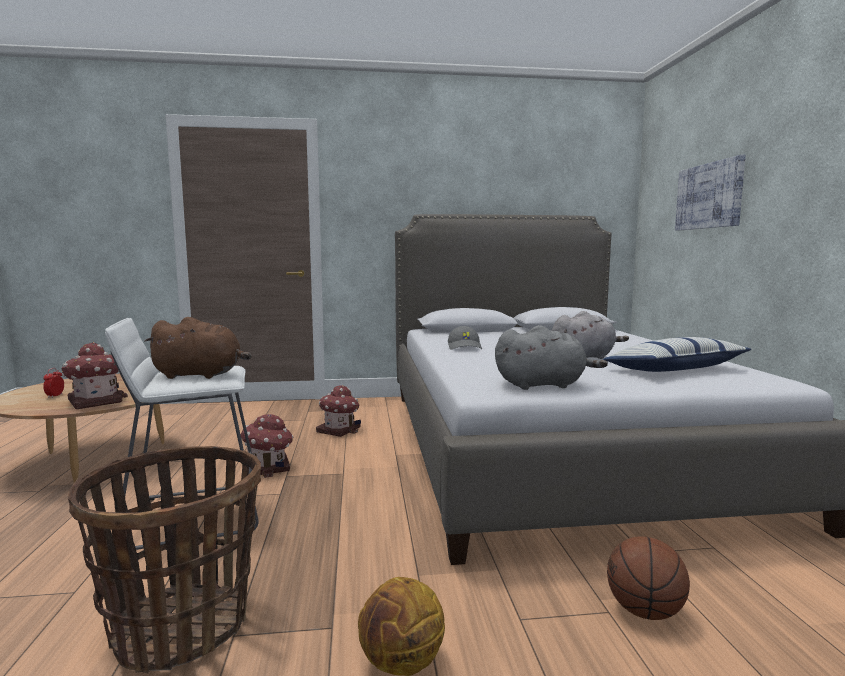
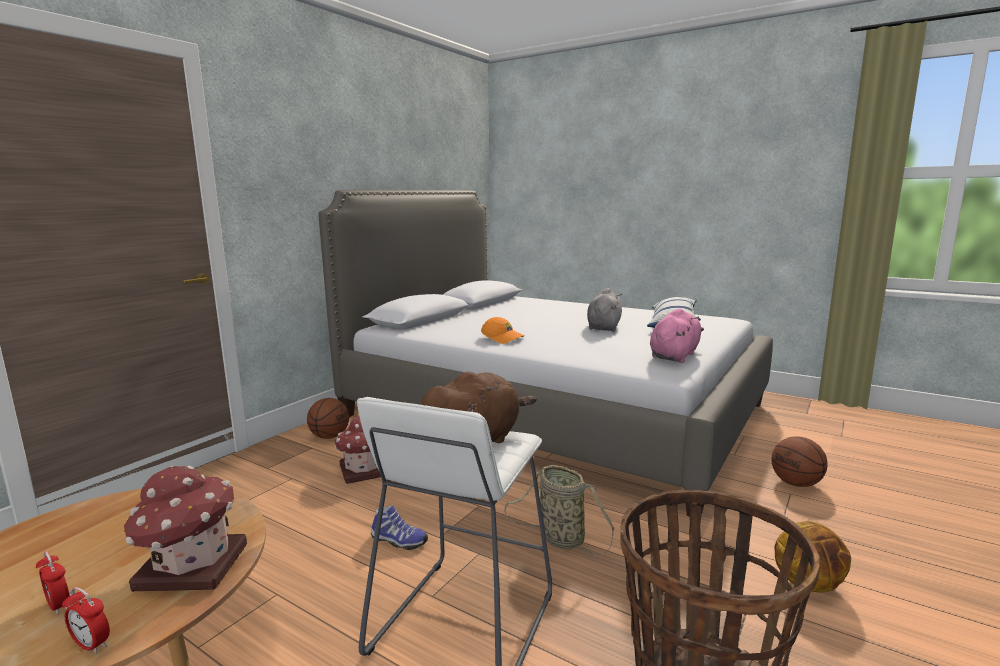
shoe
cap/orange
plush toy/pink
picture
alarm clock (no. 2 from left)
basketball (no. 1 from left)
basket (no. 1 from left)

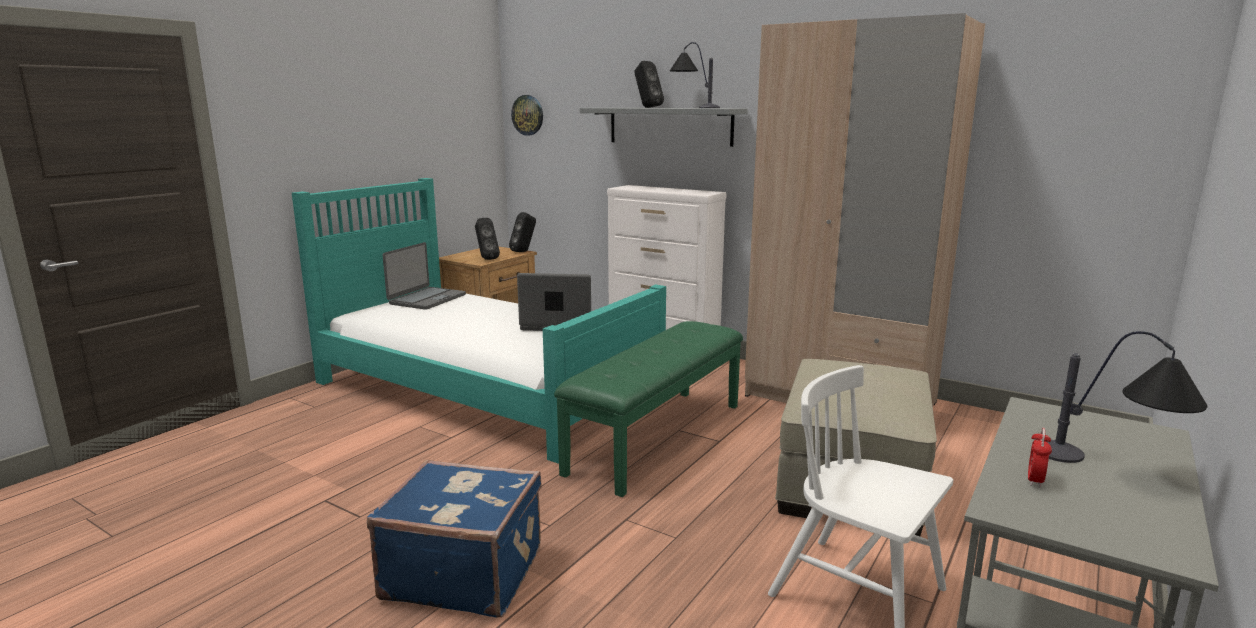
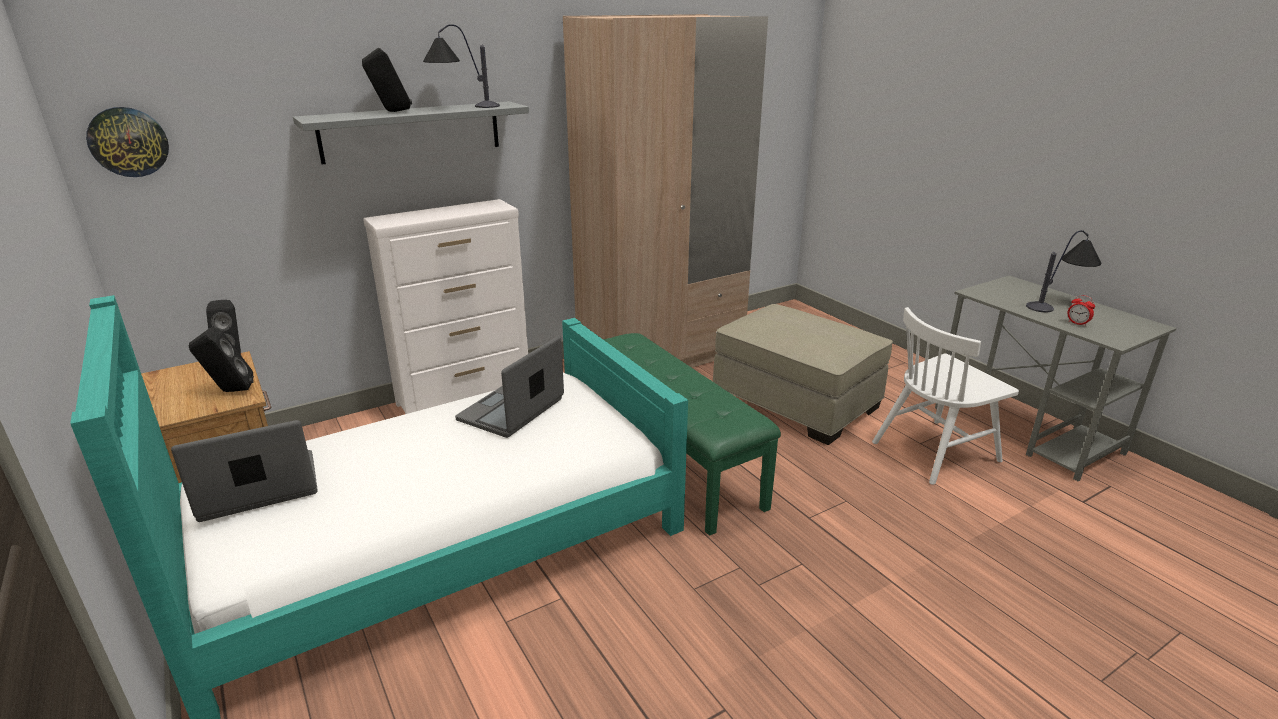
suitcase/blue
laptop (no. 1 from left)

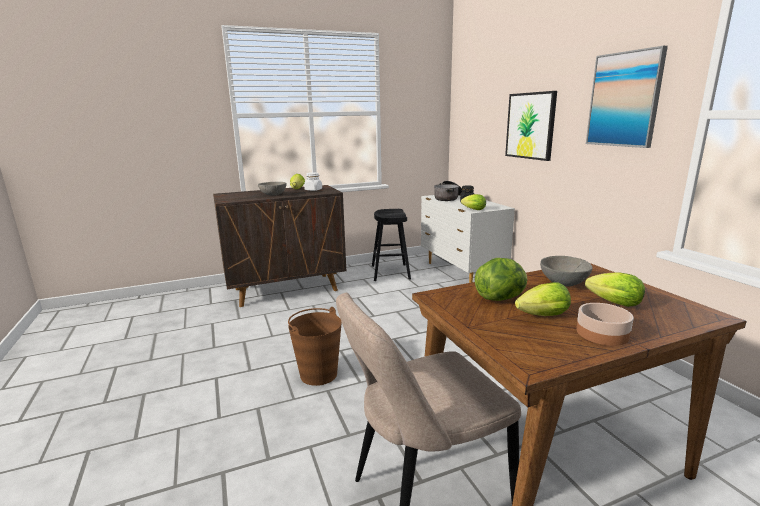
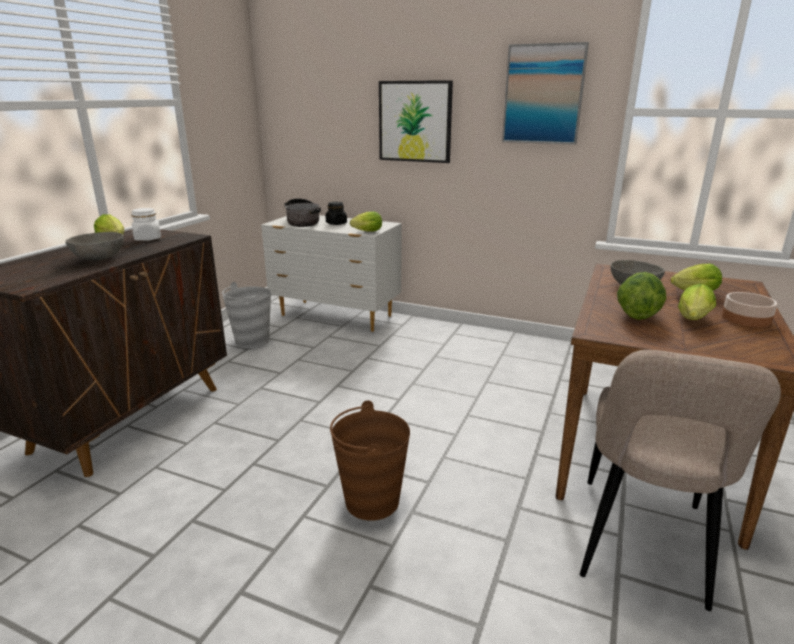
bucket/grey

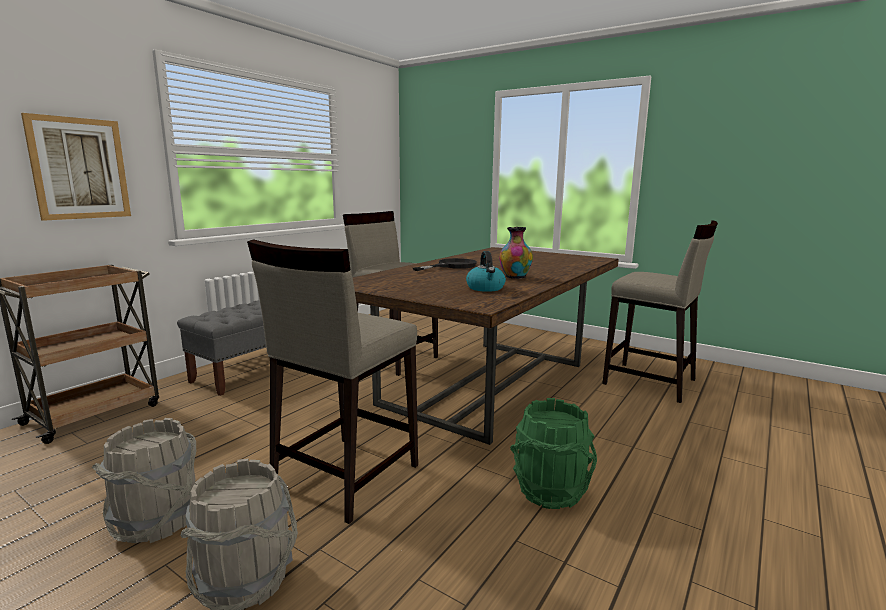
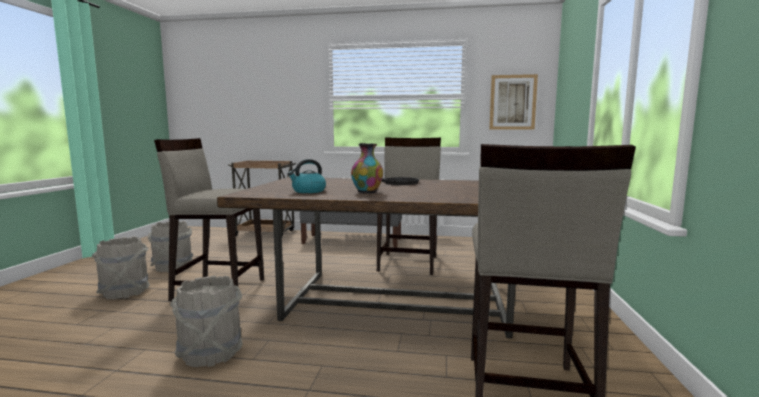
picture
bucket/grey (no. 3 from left)

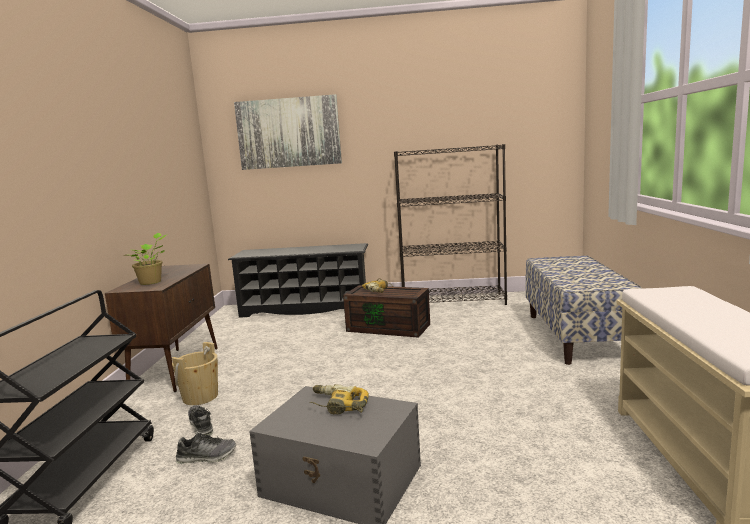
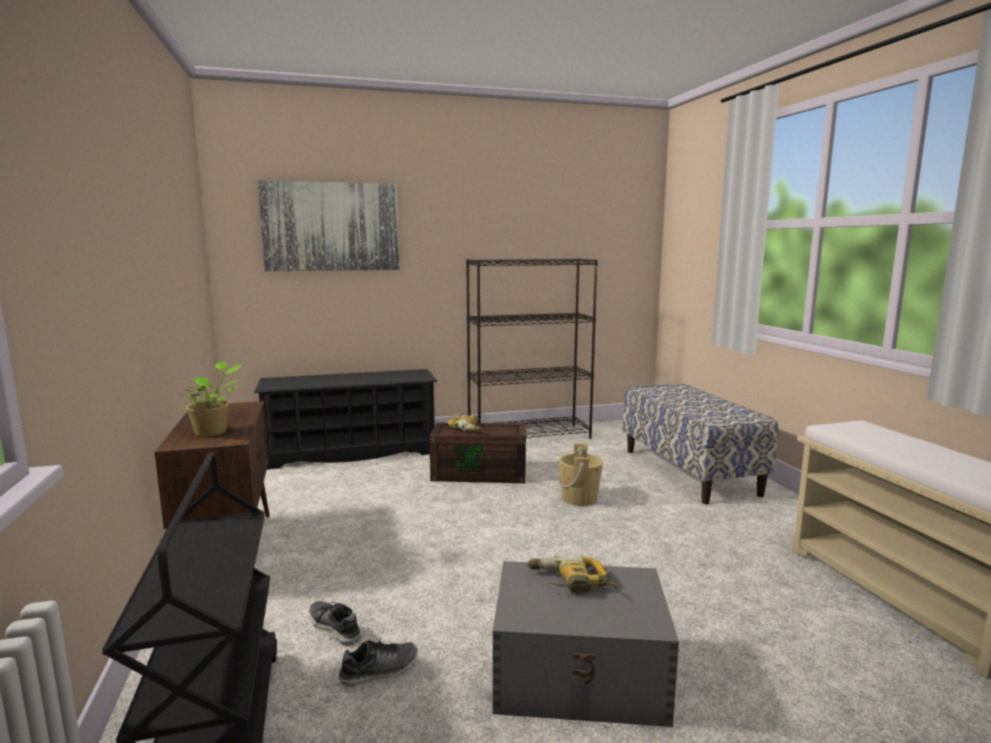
bucket/beige

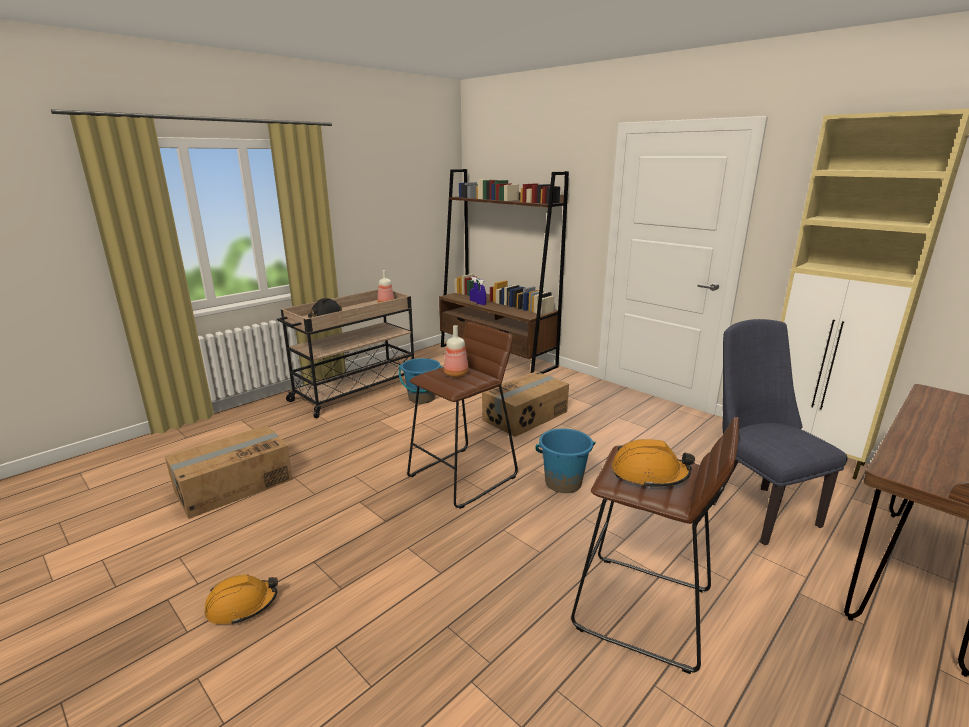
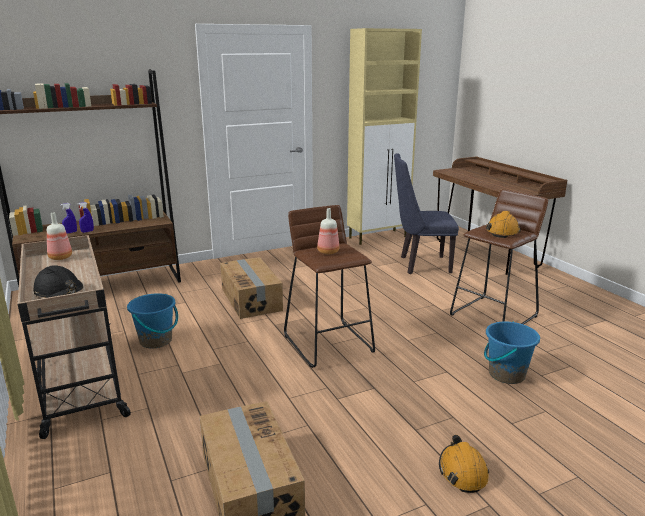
bucket/blue (no. 2 from left)

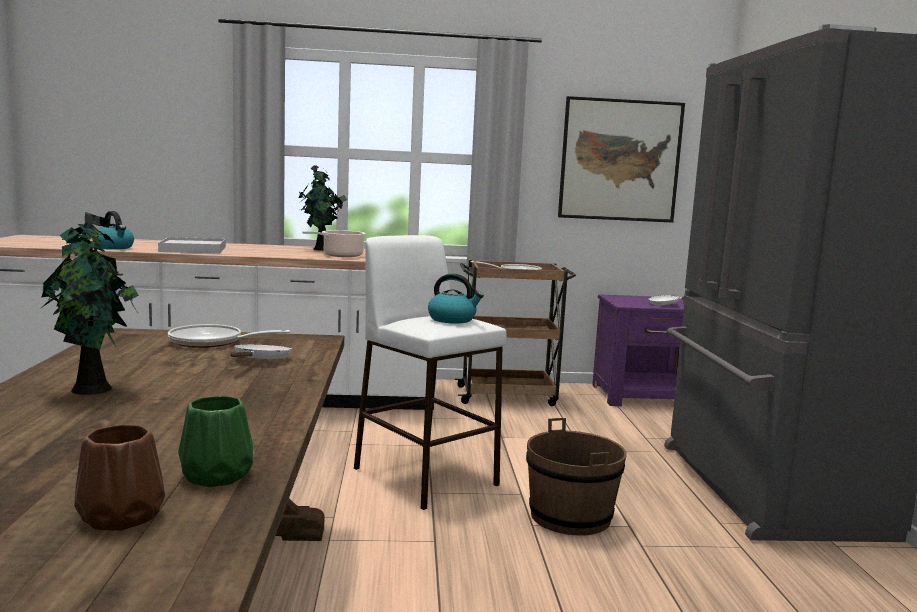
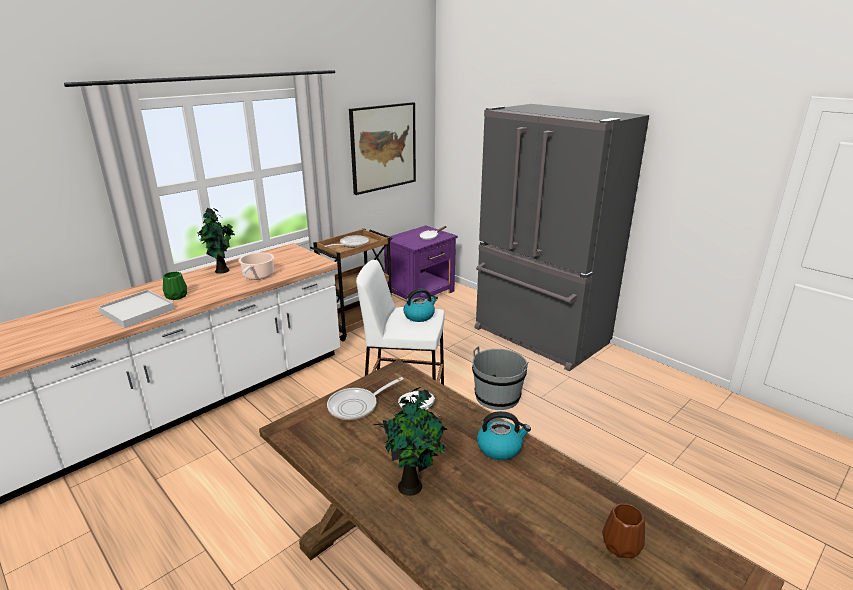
kettle (no. 2 from left)
vase/green
bucket/grey

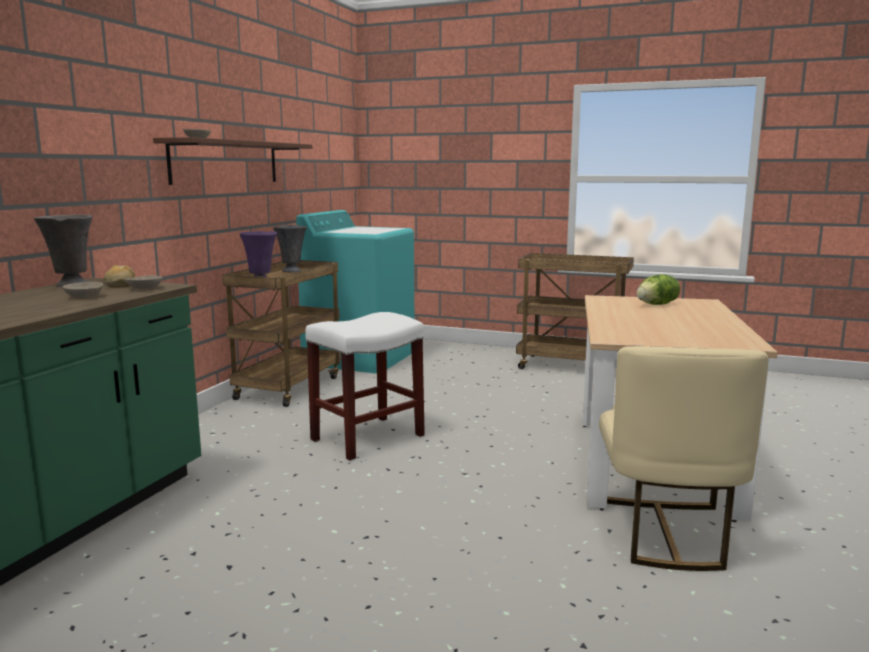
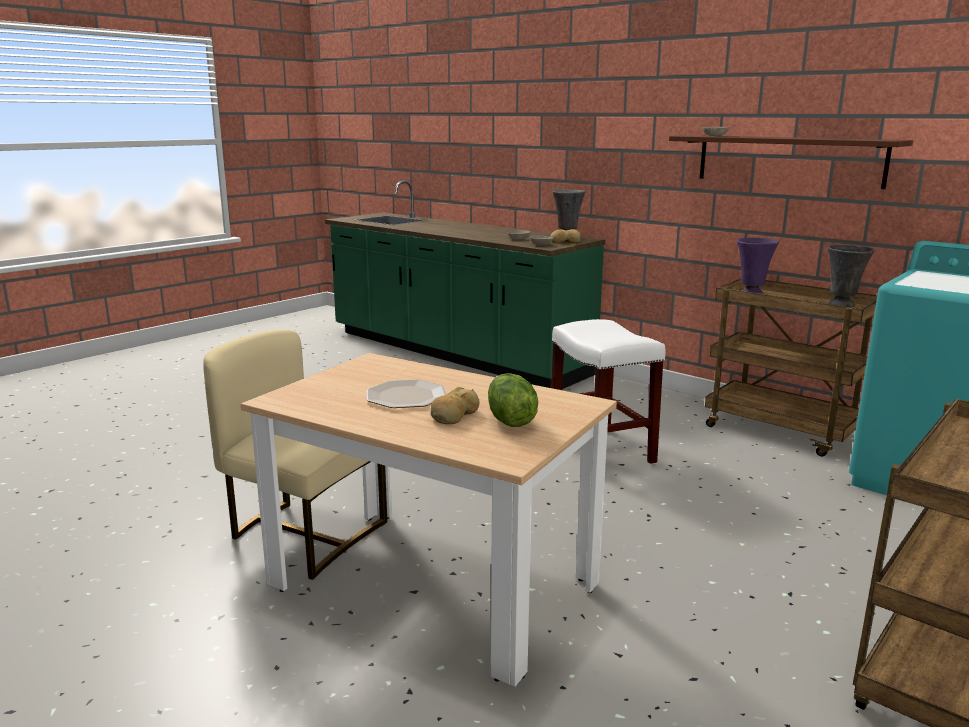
plate
bread (no. 1 from left)

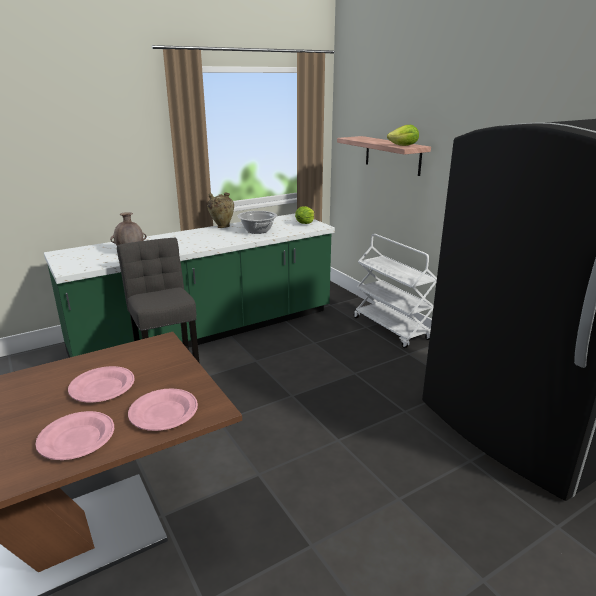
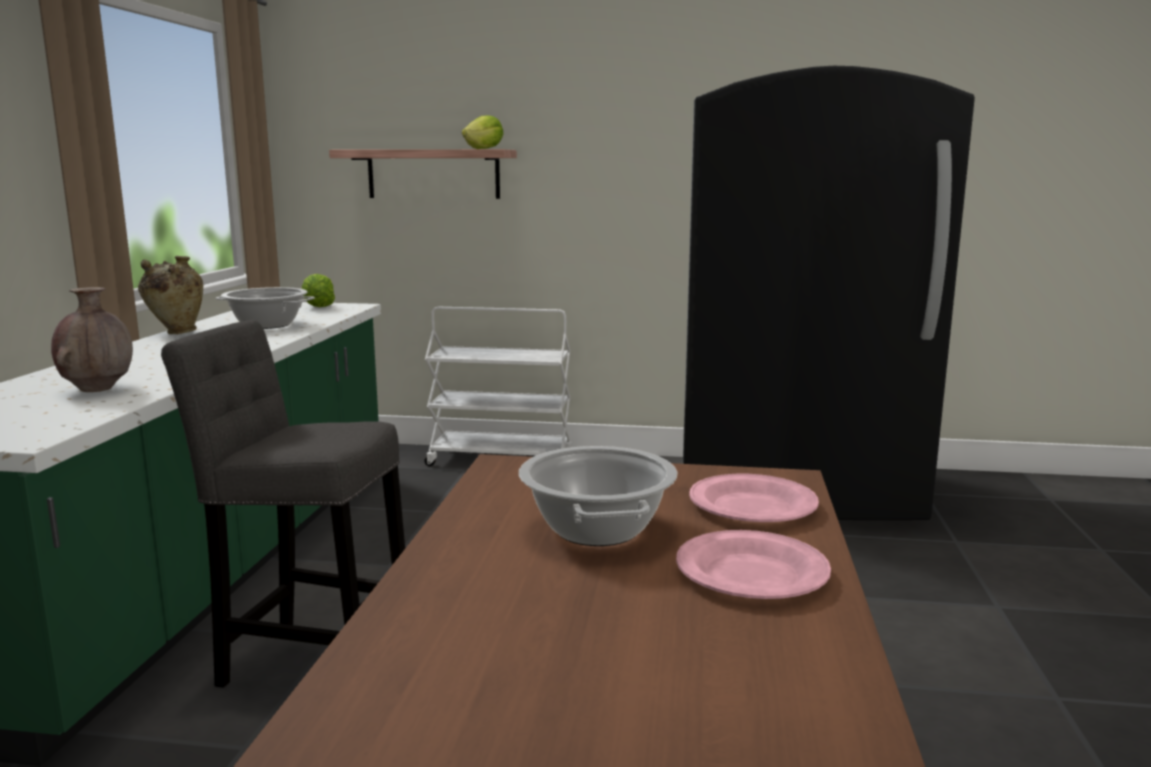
cooking pot (no. 2 from left)

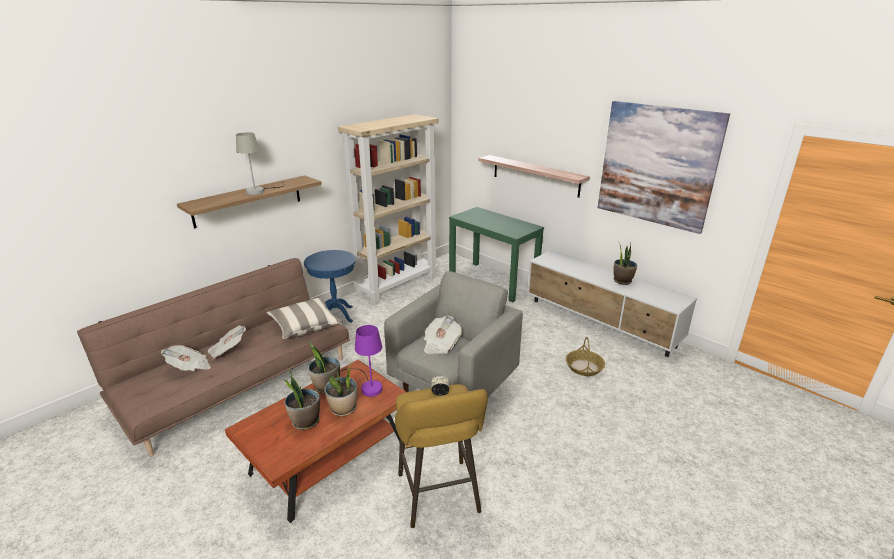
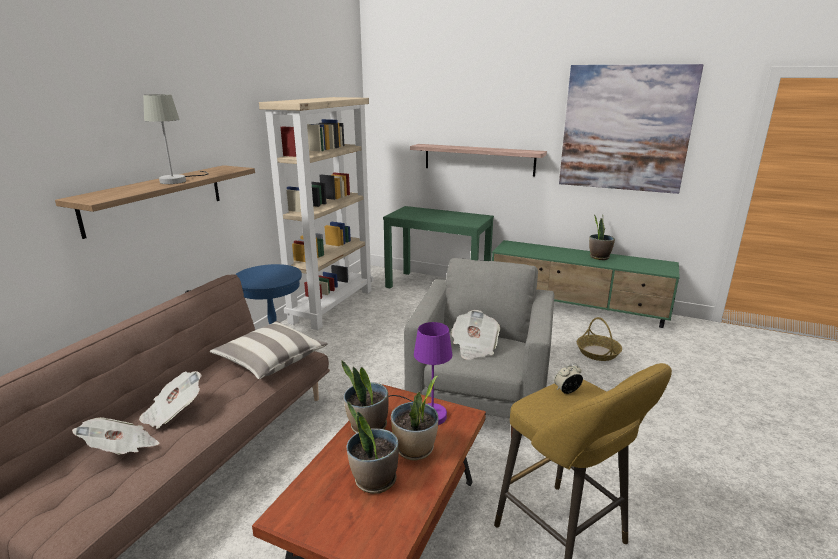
tv stand/green

